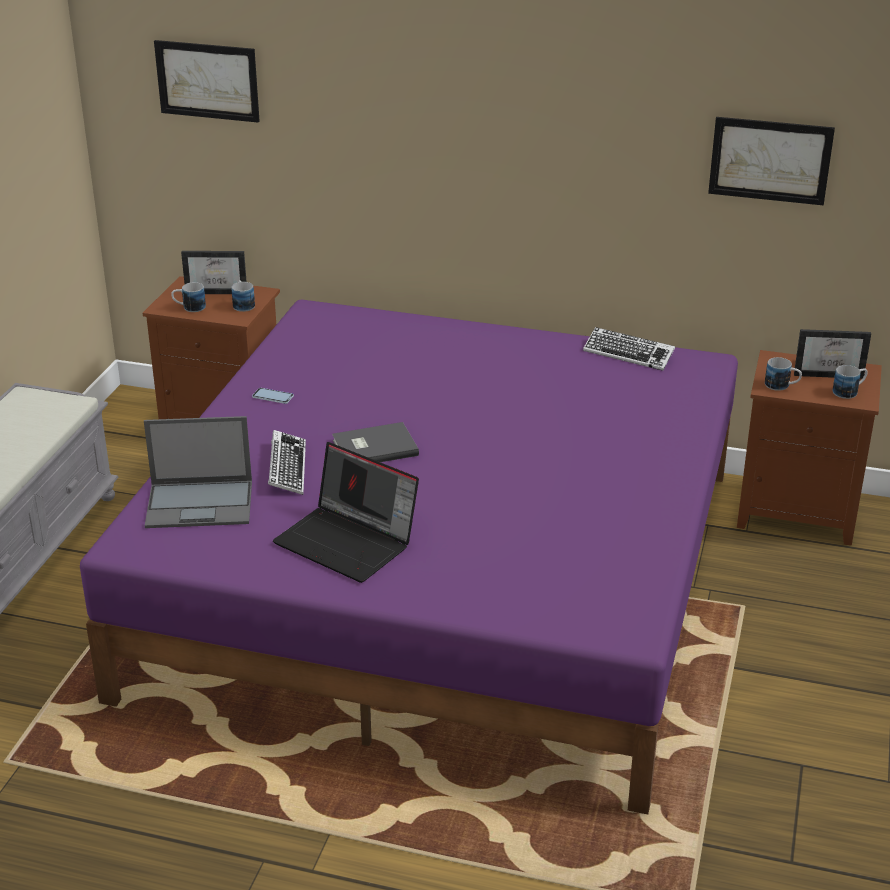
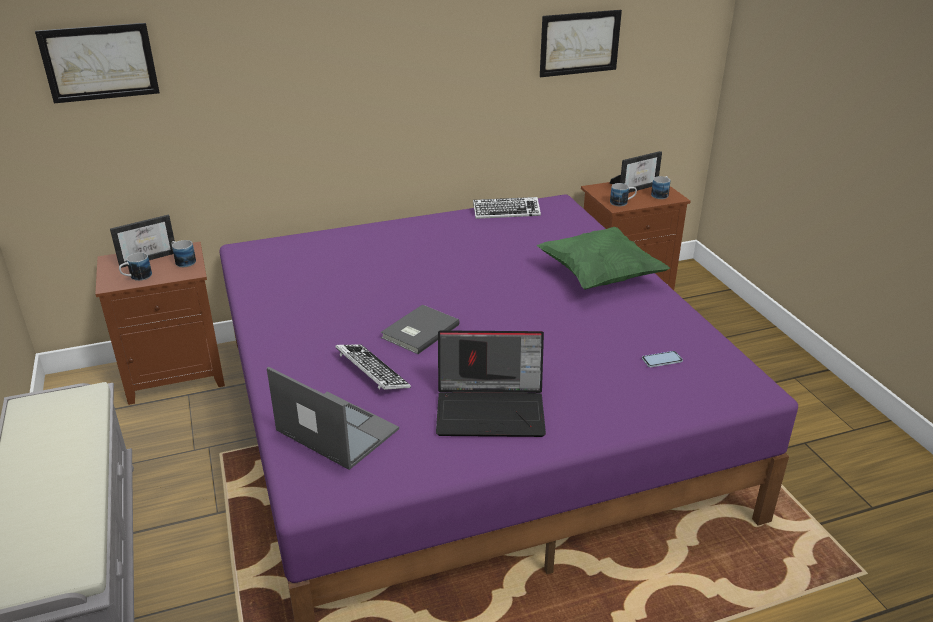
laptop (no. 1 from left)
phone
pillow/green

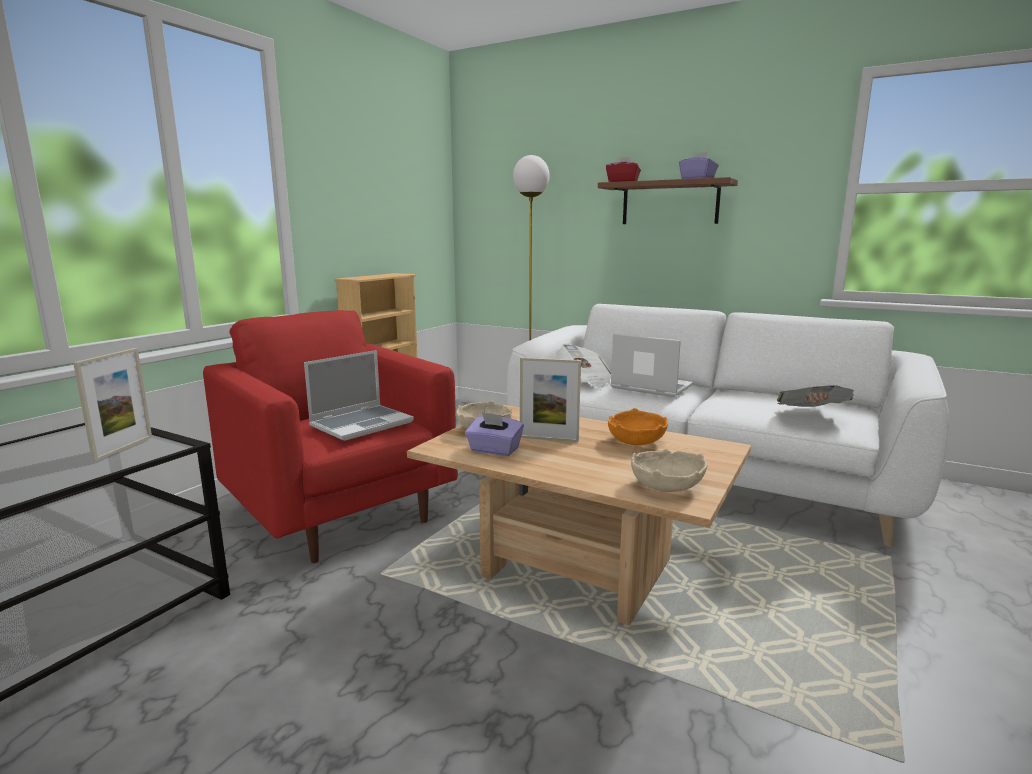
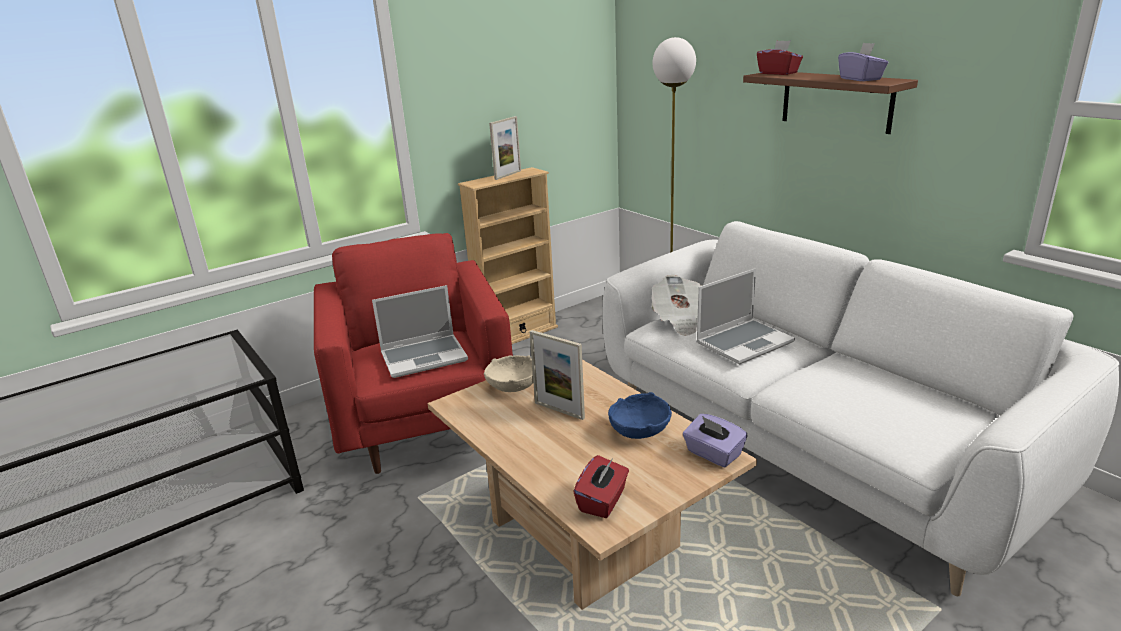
picture frame (no. 1 from left)
tissue box/purple (no. 1 from left)
bowl/blue
laptop (no. 2 from left)
tissue box/red (no. 1 from left)
newspaper (no. 2 from left in the first image)

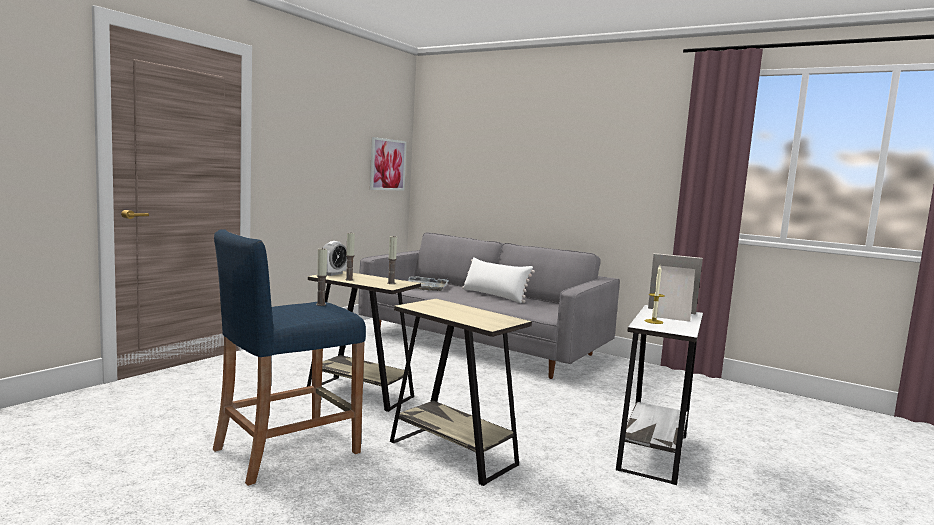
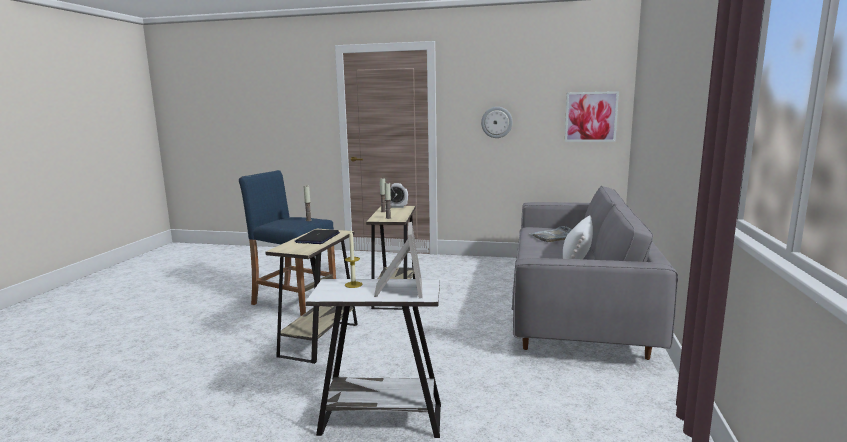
laptop
wall clock

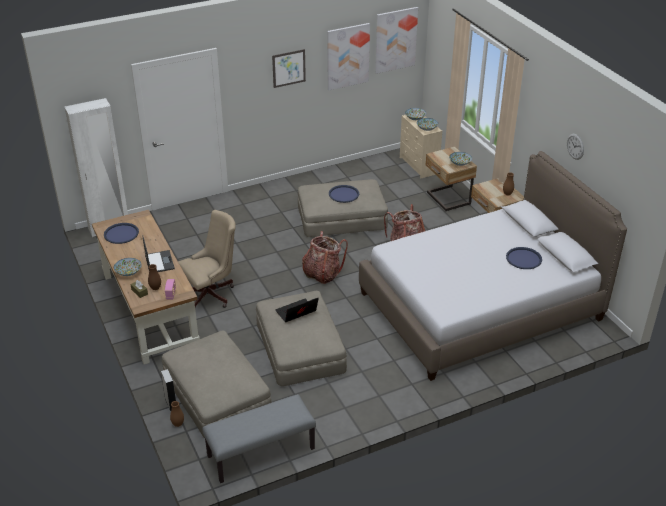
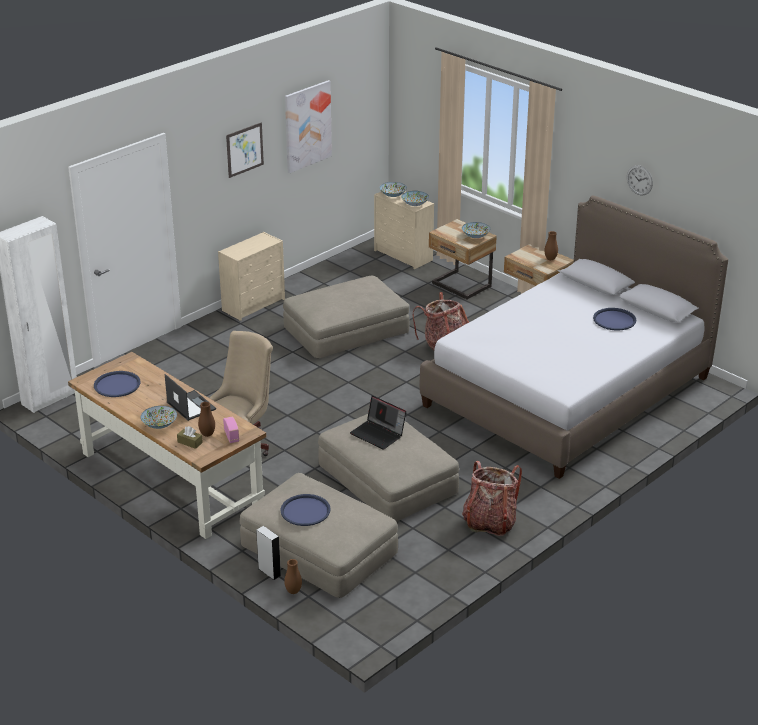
bench/grey
laptop (no. 2 from left)
backpack (no. 2 from left)
tray/blue (no. 2 from left)
picture (no. 3 from left in the first image)
dresser/beige (no. 1 from left)

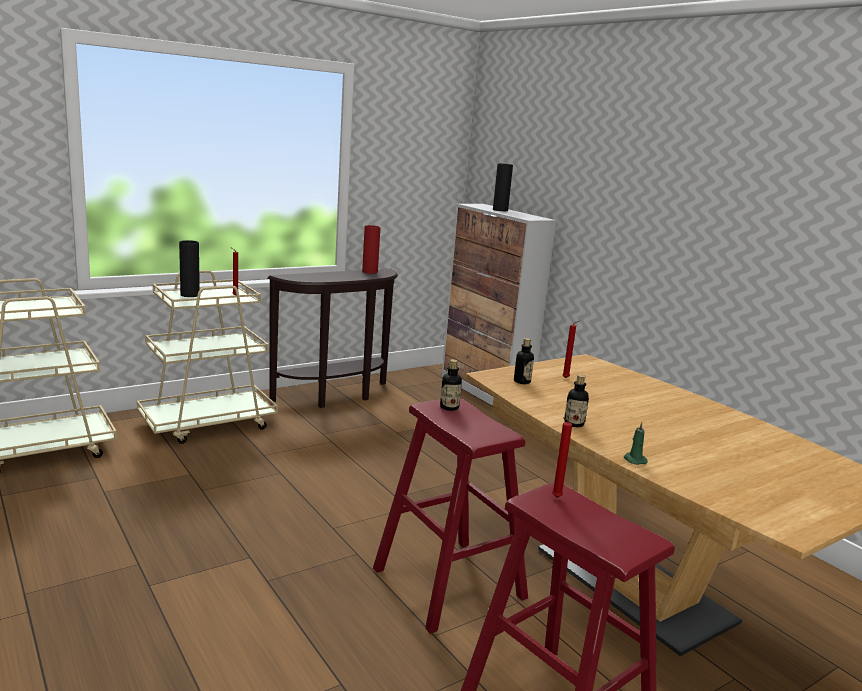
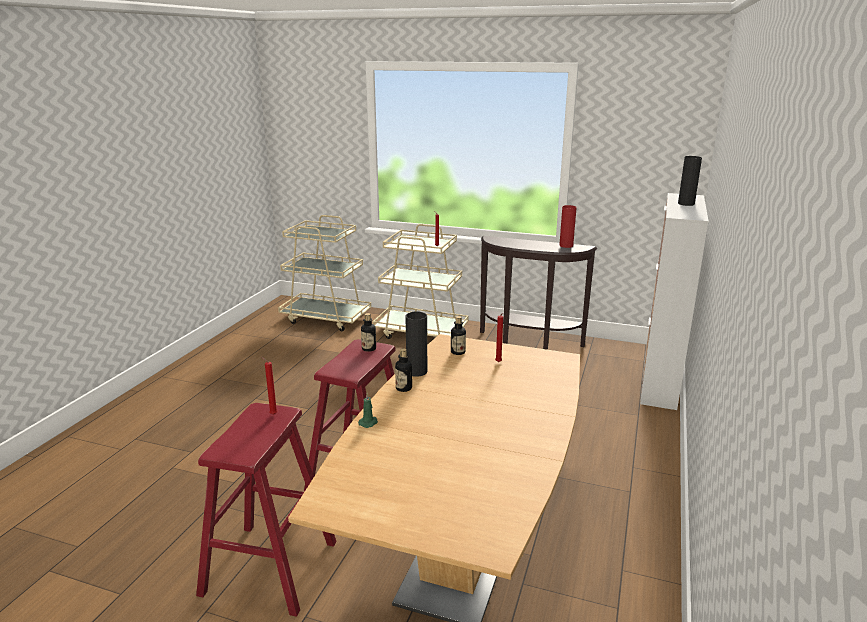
vase/black (no. 1 from left)

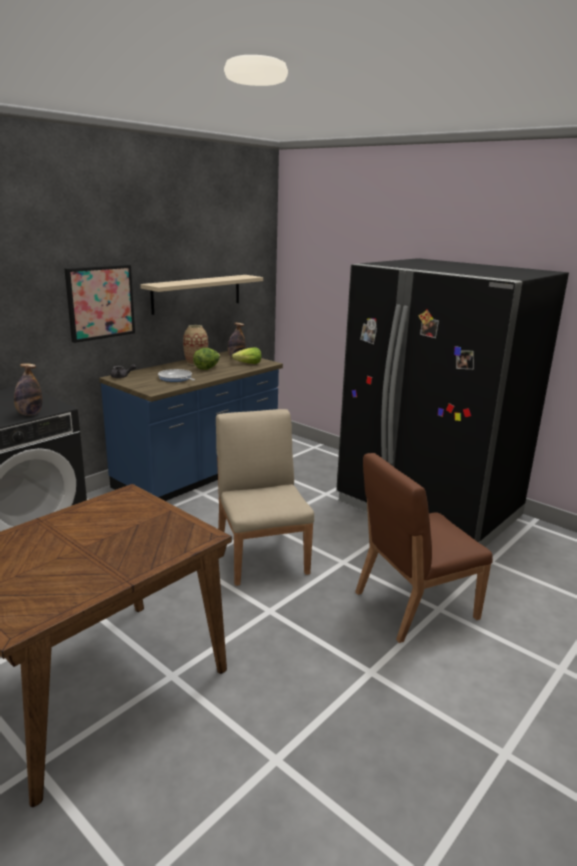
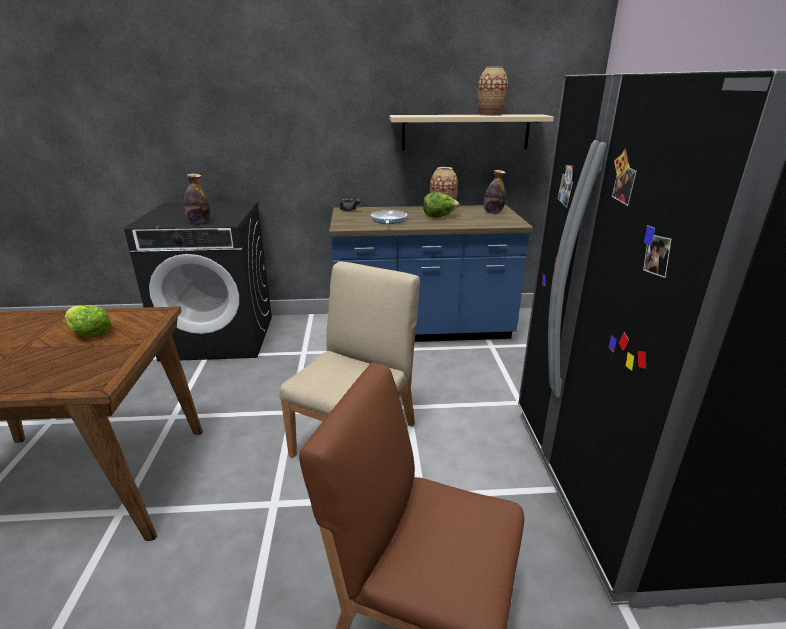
picture
lettuce (no. 1 from left)
vase (no. 2 from left)

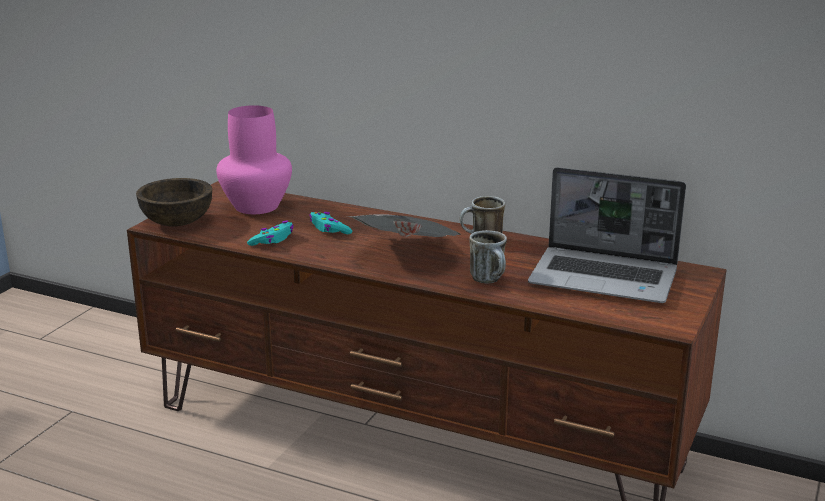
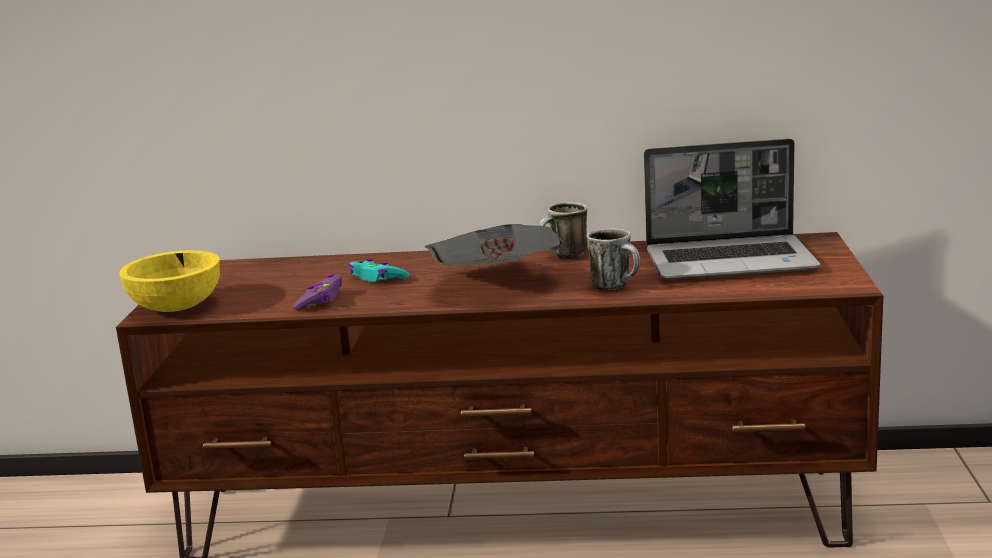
bowl/yellow
vase/pink
game controller/purple

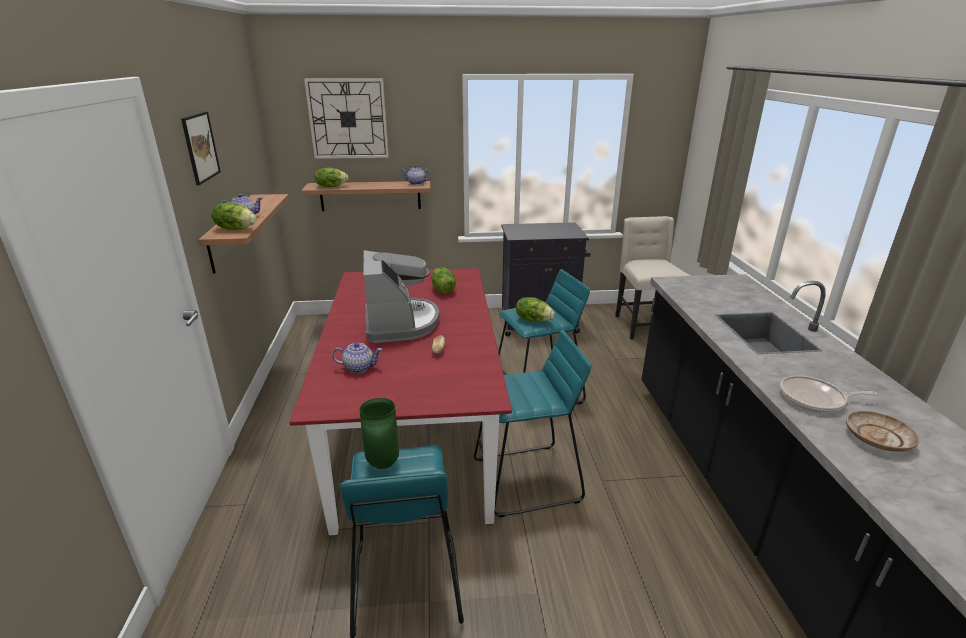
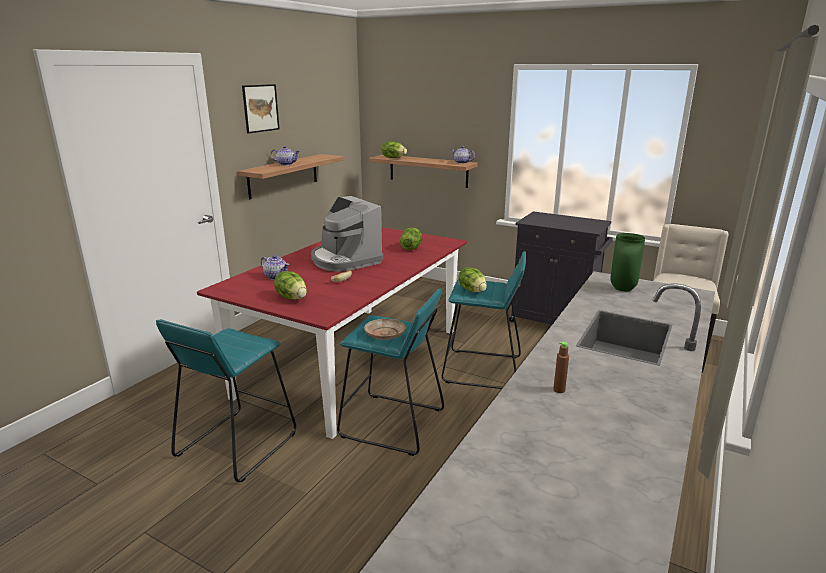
lettuce (no. 1 from left)
wall clock
vase/green
coffee machine
bottle/brown
plate/beige

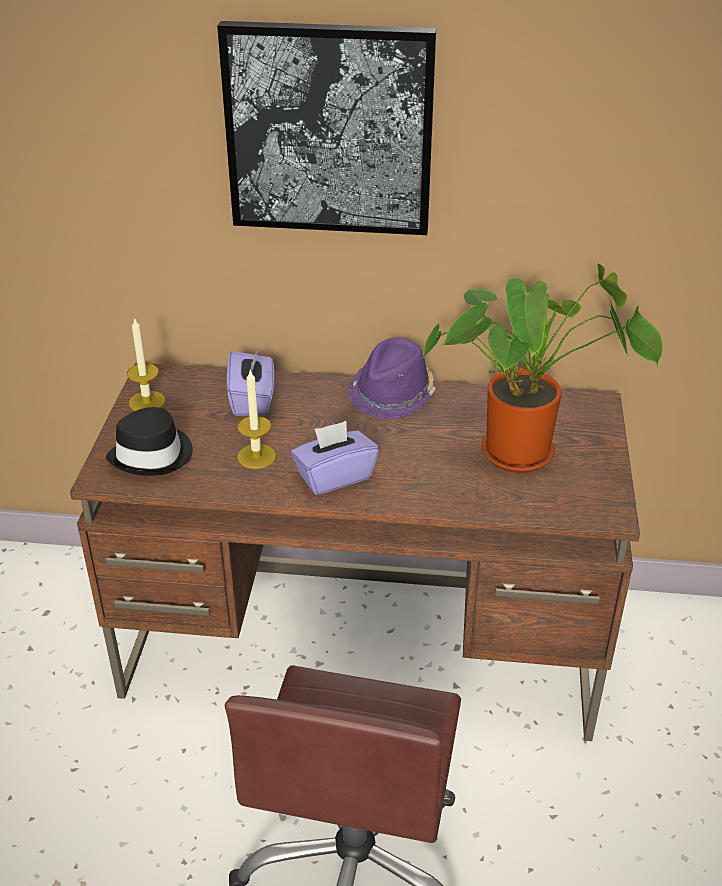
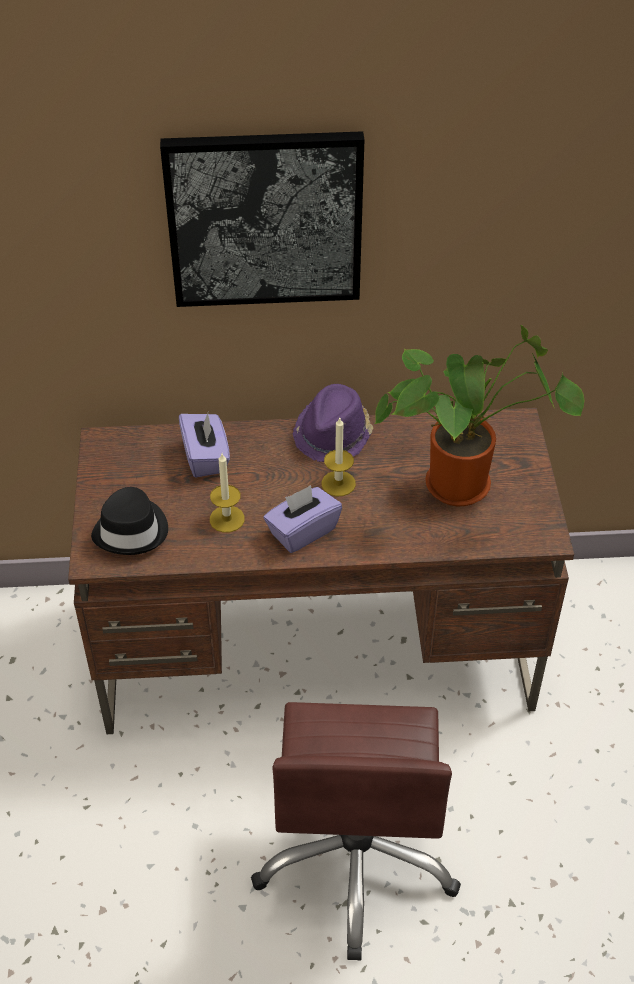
candle (no. 2 from left)

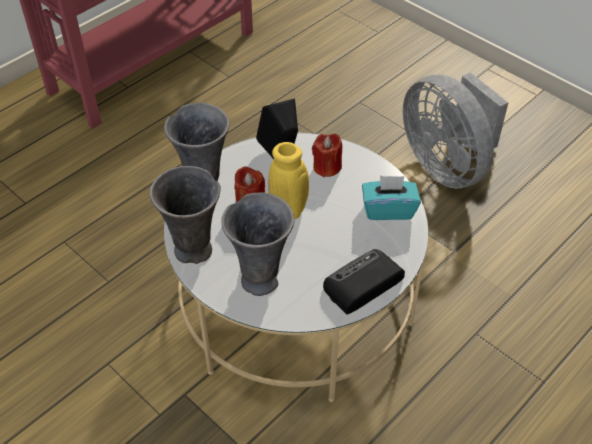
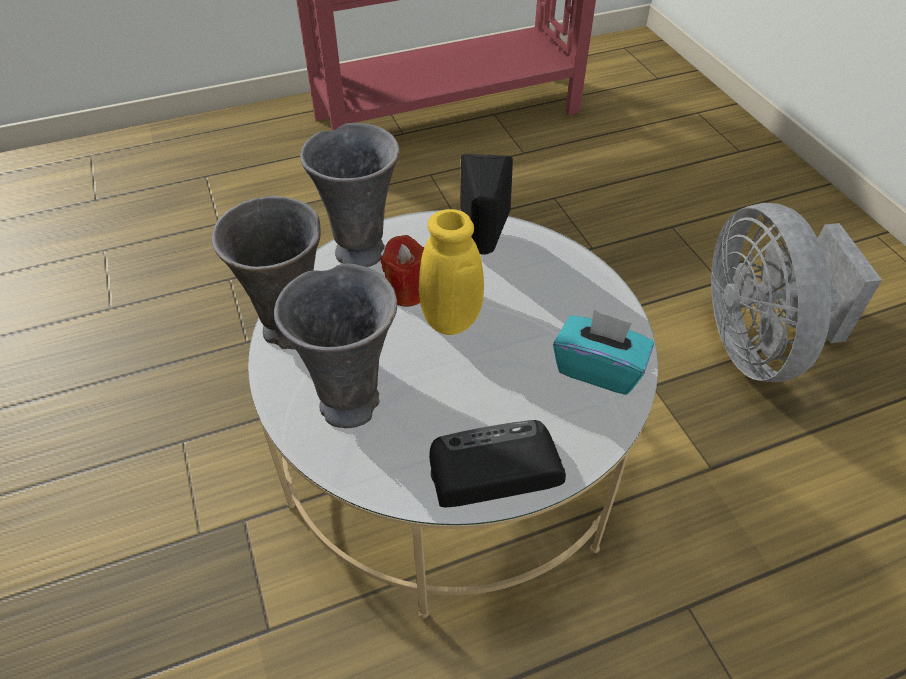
candle/red (no. 2 from left in the first image)

